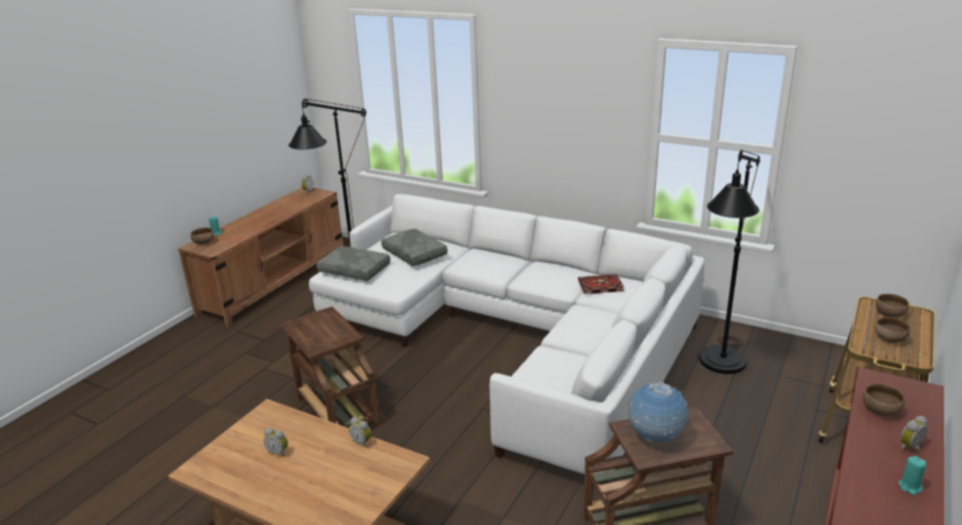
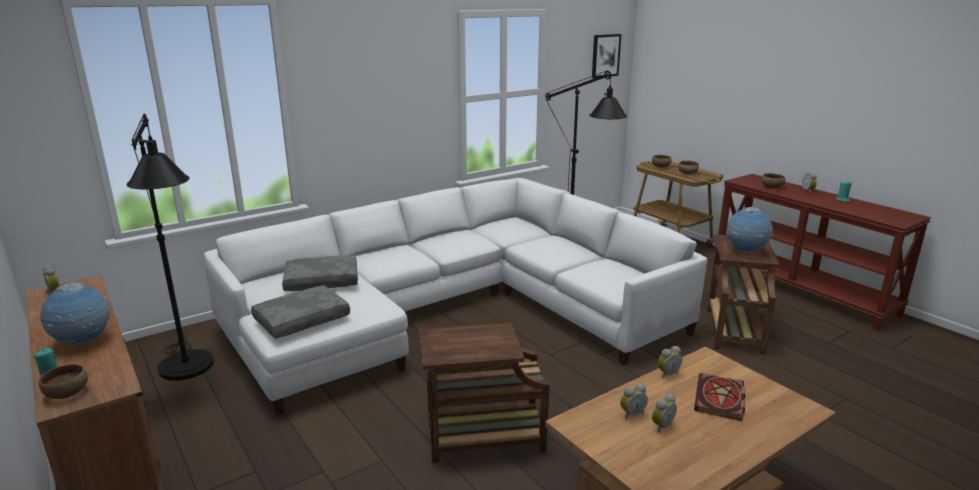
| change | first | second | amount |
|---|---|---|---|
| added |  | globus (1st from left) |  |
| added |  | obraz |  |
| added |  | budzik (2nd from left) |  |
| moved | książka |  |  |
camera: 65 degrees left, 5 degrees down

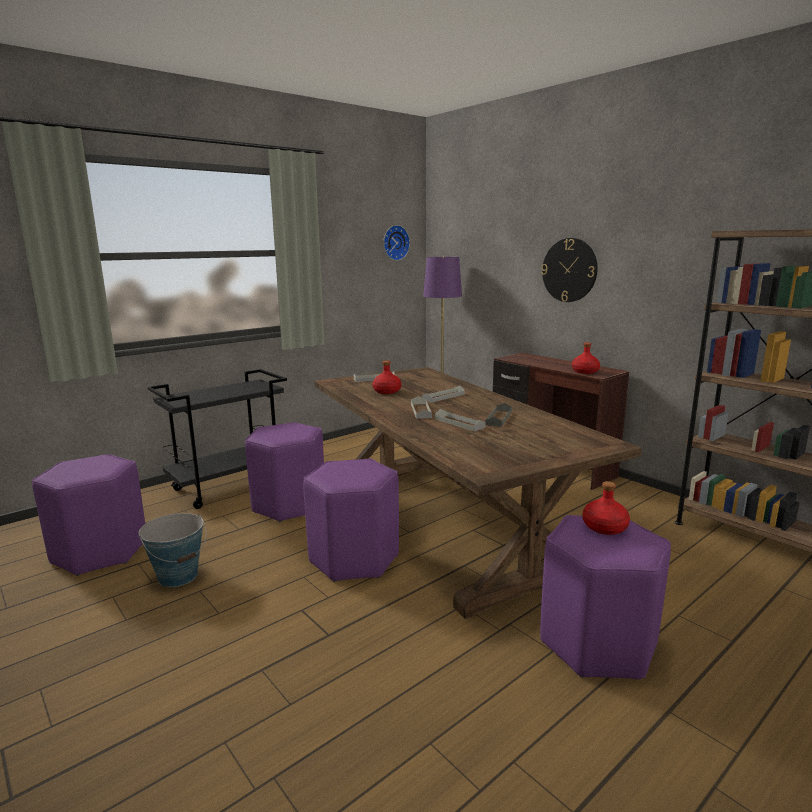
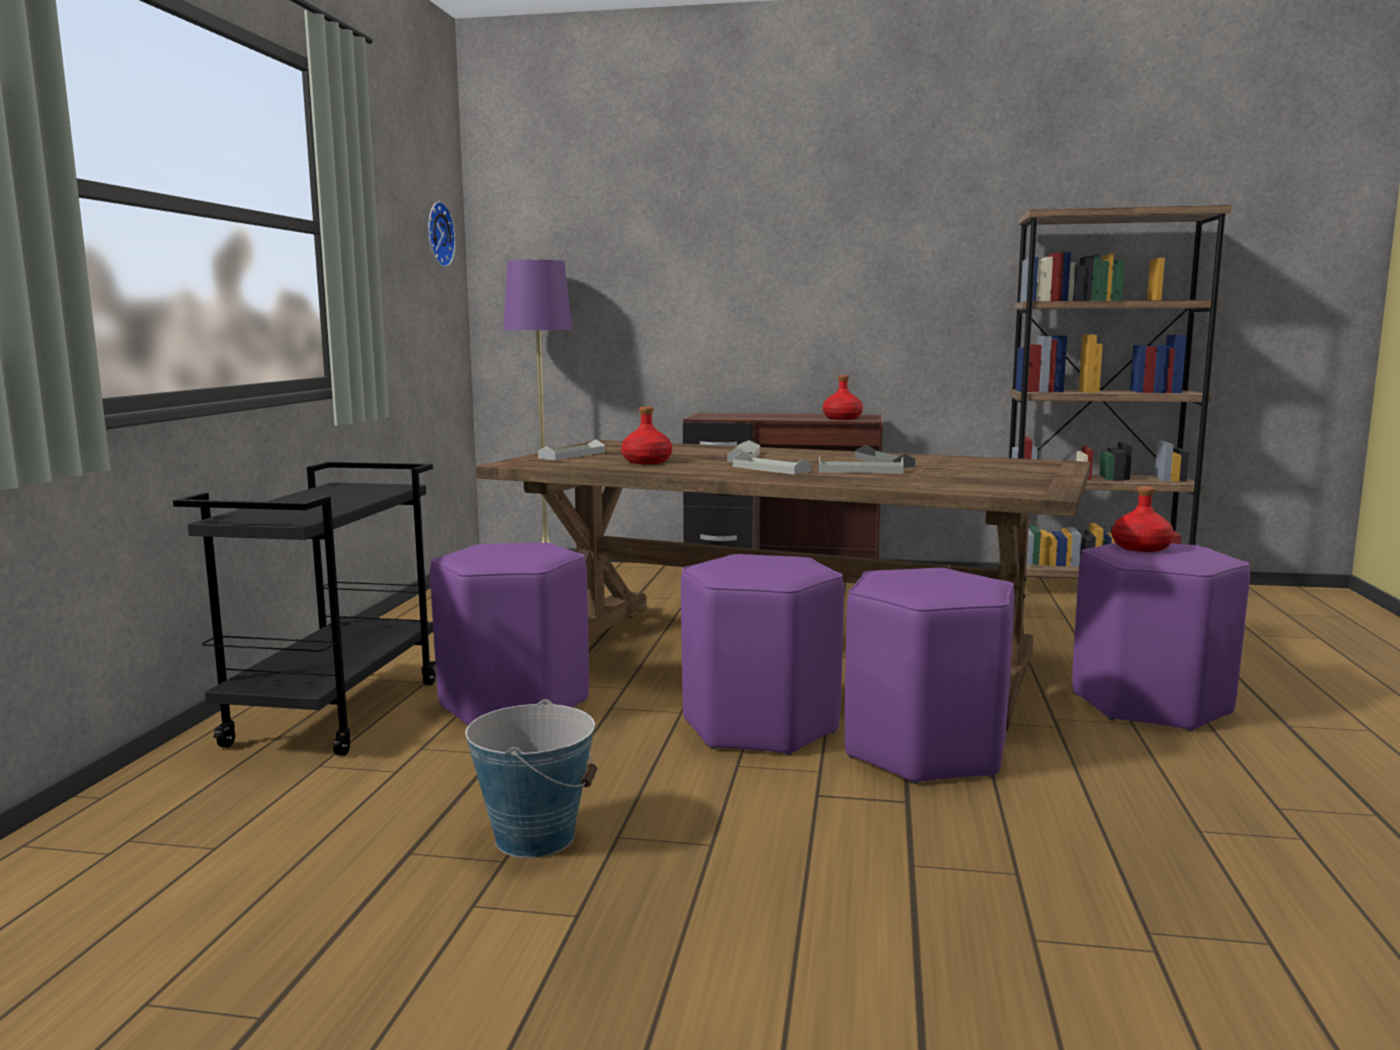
| change | first | second | amount |
|---|---|---|---|
| moved | stołek/fioletowy (1st from left in the first image) | stołek/fioletowy (3rd from left) |  |
| removed | zegar ścienny (2nd from left) |  |  |
camera: 40 degrees left, 5 degrees down

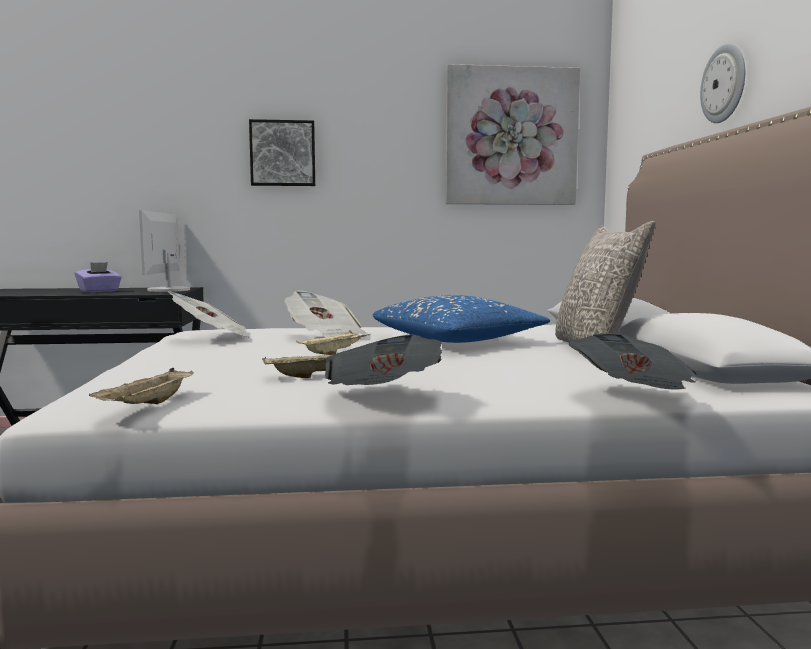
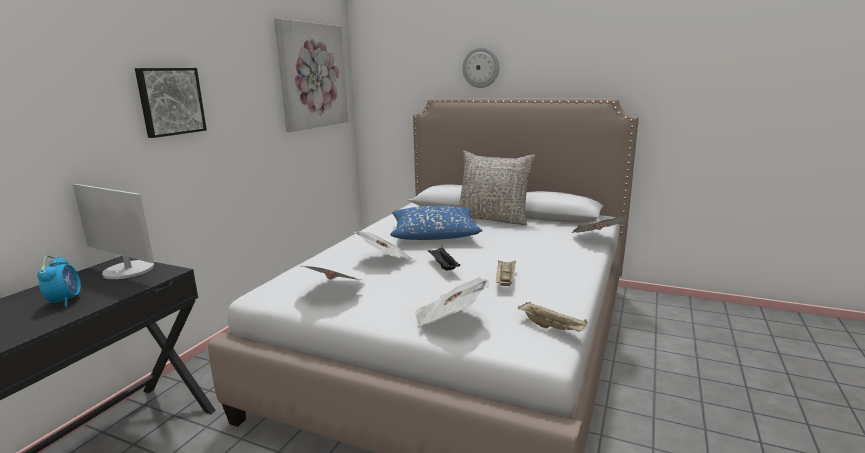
| change | first | second | amount |
|---|---|---|---|
| replaced | pudełko chusteczek/fioletowy | budzik |  |
| moved | gazeta (3rd from left) |  |  |
| recoloured | taca/beżowy (3rd from left) | taca/czarny |  |
camera: 60 degrees left, 10 degrees up

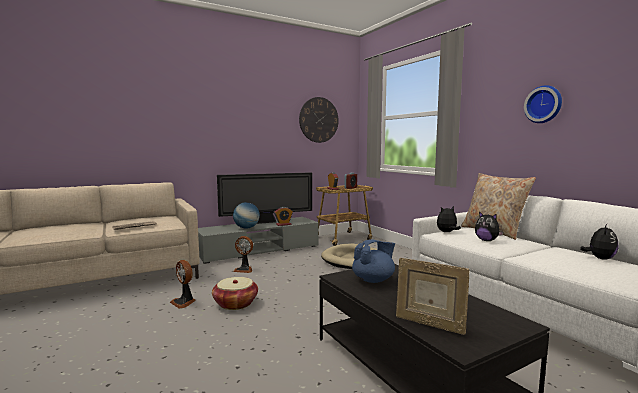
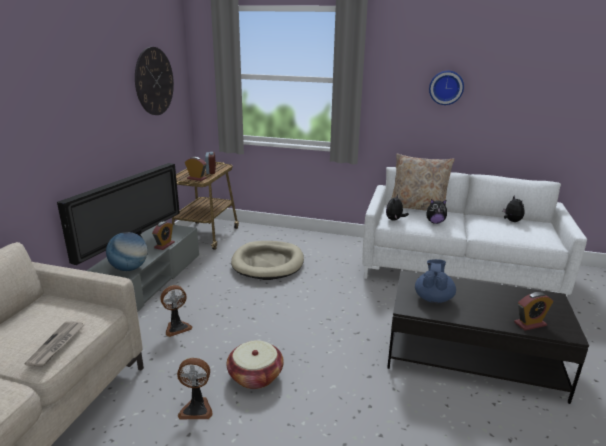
| change | first | second | amount |
|---|---|---|---|
| replaced | ramka na zdjęcie | budzik (4th from left) |  |
camera: 45 degrees left, 15 degrees up

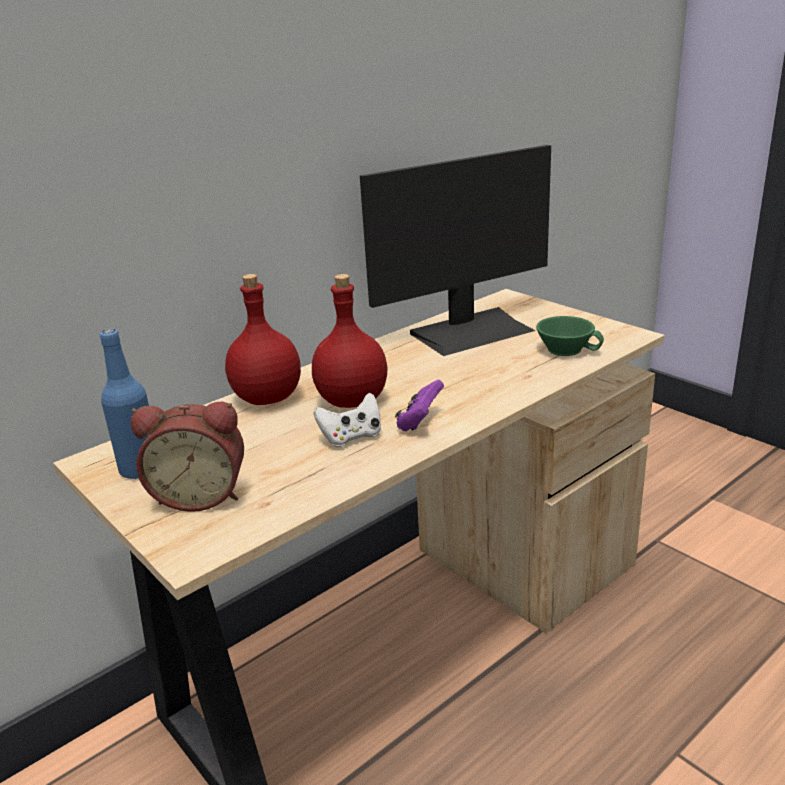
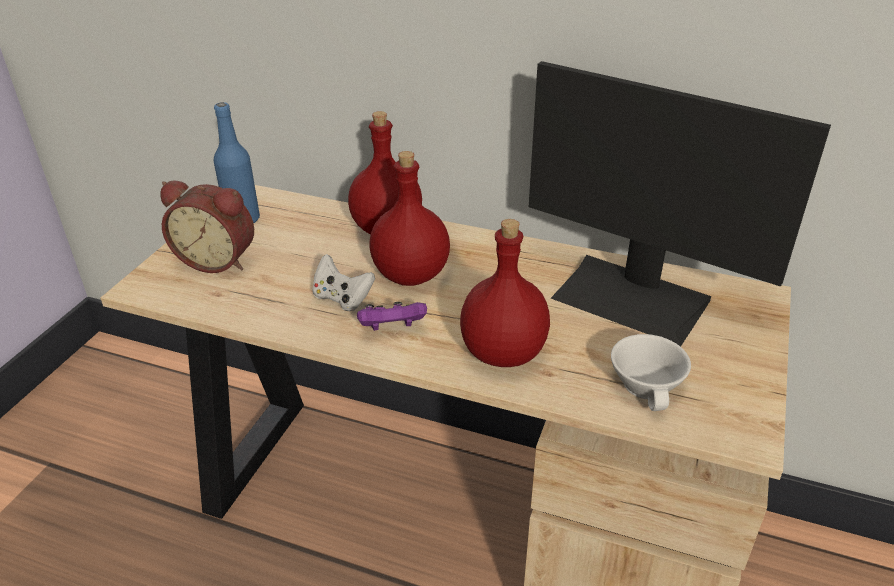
| change | first | second | amount |
|---|---|---|---|
| turned | budzik |  | 45 degrees counterclockwise |
| added |  | butelka/czerwony (3rd from left) |  |
| recoloured | filiżanka/zielony | filiżanka/biały |  |
camera: 60 degrees right, 10 degrees up

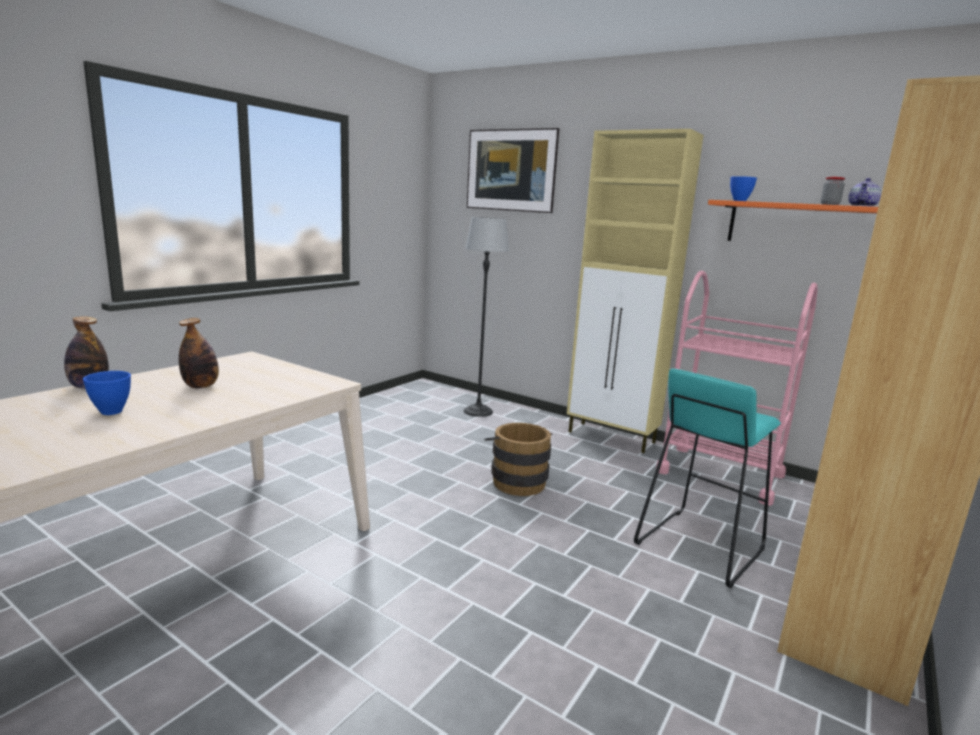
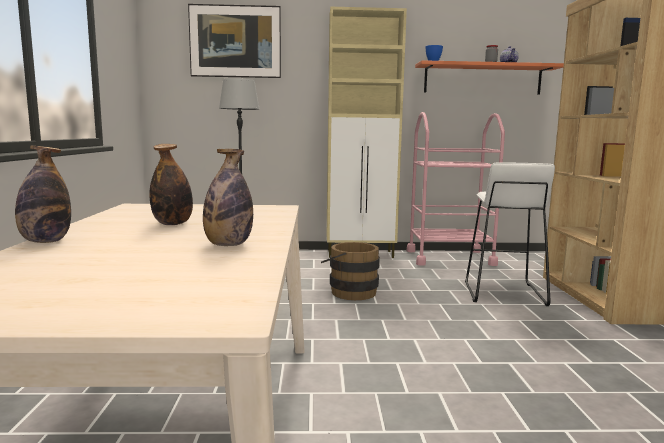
| change | first | second | amount |
|---|---|---|---|
| added |  | butelka (3rd from left) |  |
| recoloured | stołek/turkusowy | stołek/biały |  |
| removed | miska/niebieski (1st from left) |  |  |
camera: 35 degrees left, 5 degrees down

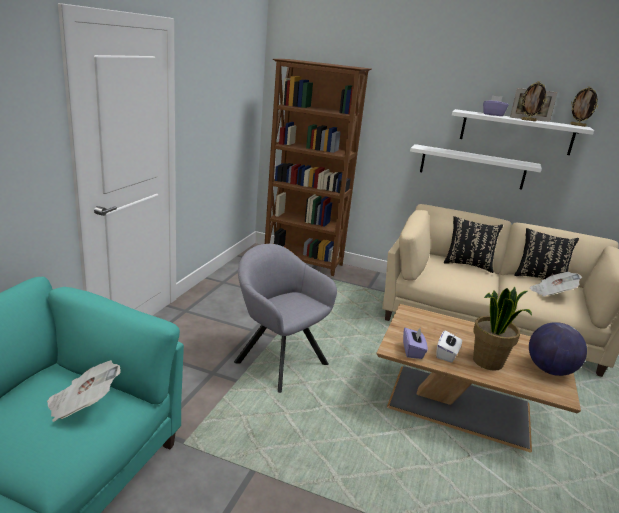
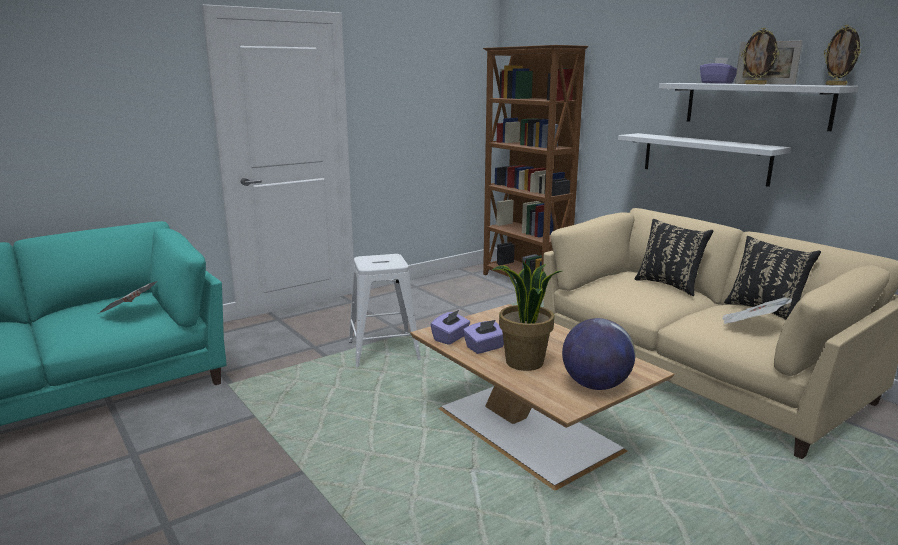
| change | first | second | amount |
|---|---|---|---|
| replaced | fotel/szary | stołek/biały |  |
| recoloured | pudełko chusteczek/biały | pudełko chusteczek/fioletowy (2nd from left) |  |
camera: 35 degrees right, 5 degrees down

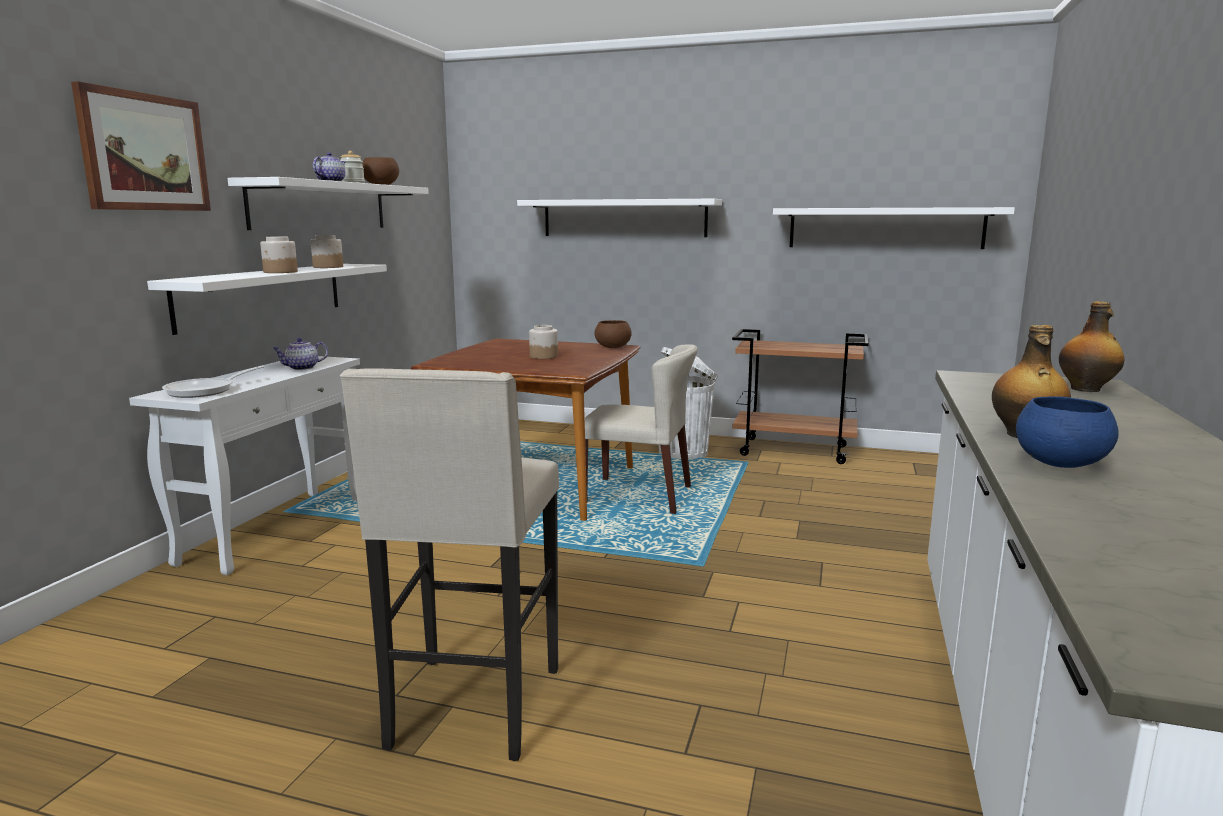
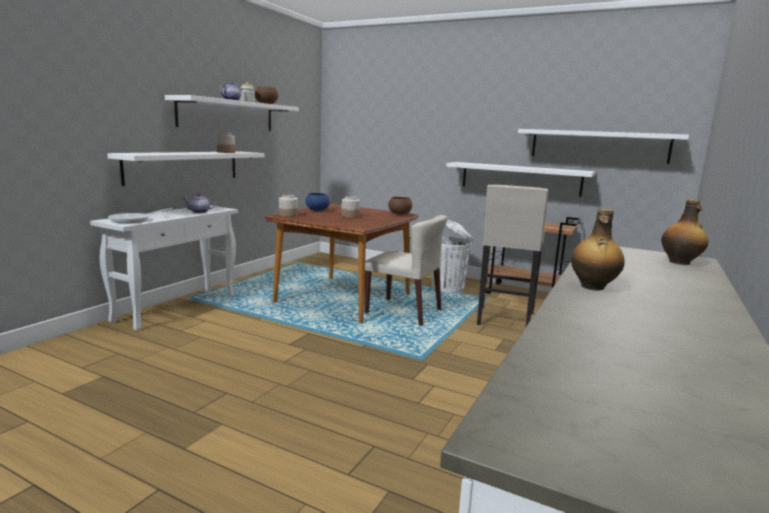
| change | first | second | amount |
|---|---|---|---|
| moved | słoik (1st from left in the first image) | słoik (3rd from left) |  |
| moved | miska/niebieski |  |  |
| moved | półka/biały (3rd from left) |  |  |
| moved | stołek/beżowy |  |  |
| removed | obraz |  |  |
camera: 10 degrees right, 0 degrees up

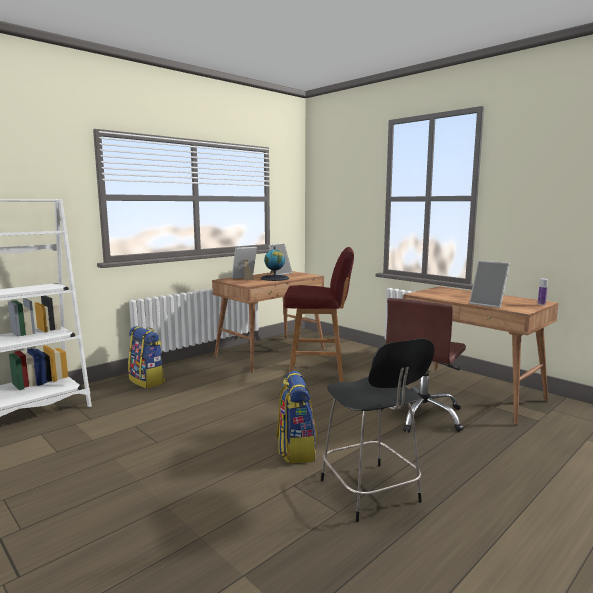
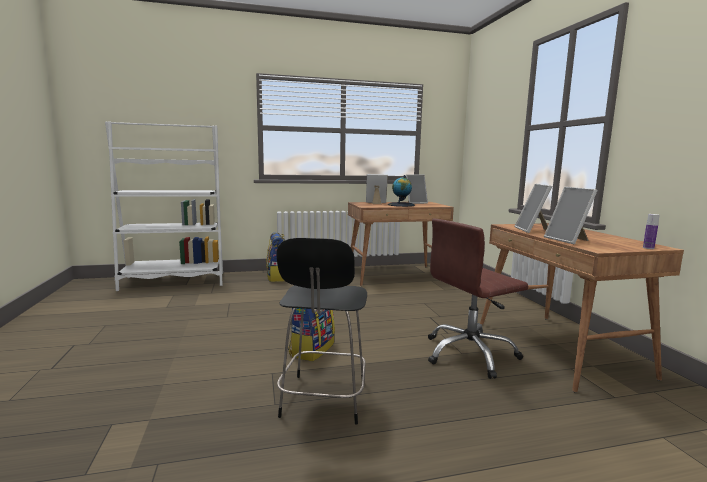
| change | first | second | amount |
|---|---|---|---|
| added |  | ramka na zdjęcie (3rd from left) |  |
| removed | stołek/czerwony |  |  |
camera: 30 degrees right, 0 degrees up

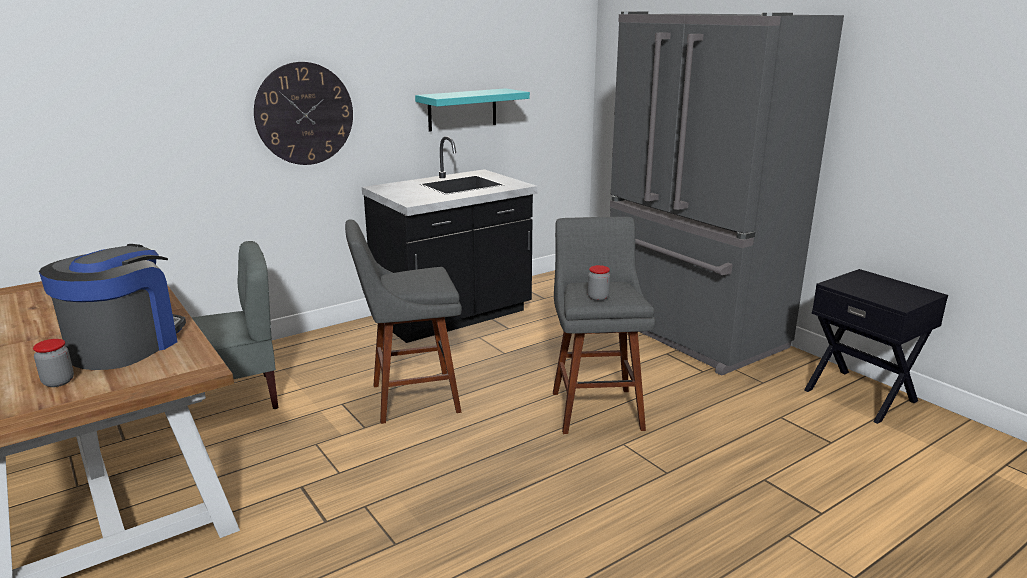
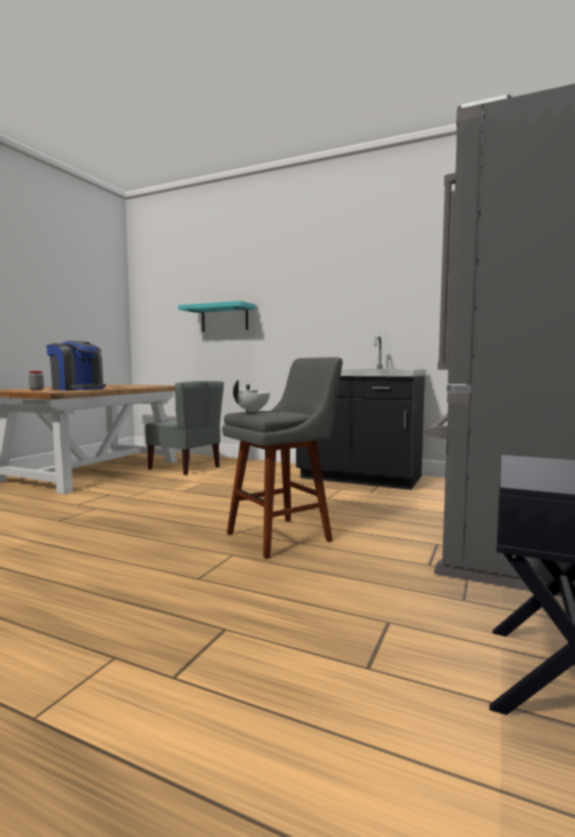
| change | first | second | amount |
|---|---|---|---|
| turned | ekspres do kawy |  | 45 degrees clockwise |
| moved | półka/turkusowy |  |  |
| replaced | słoik (2nd from left) | imbryk/biały |  |
| removed | zegar ścienny |  |  |
| removed | stołek/szary (1st from left) |  |  |
camera: 60 degrees right, 15 degrees down

